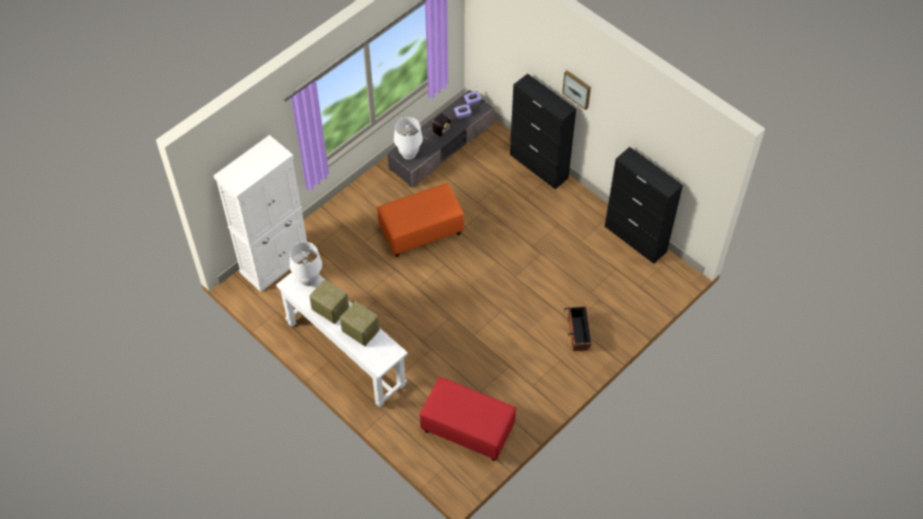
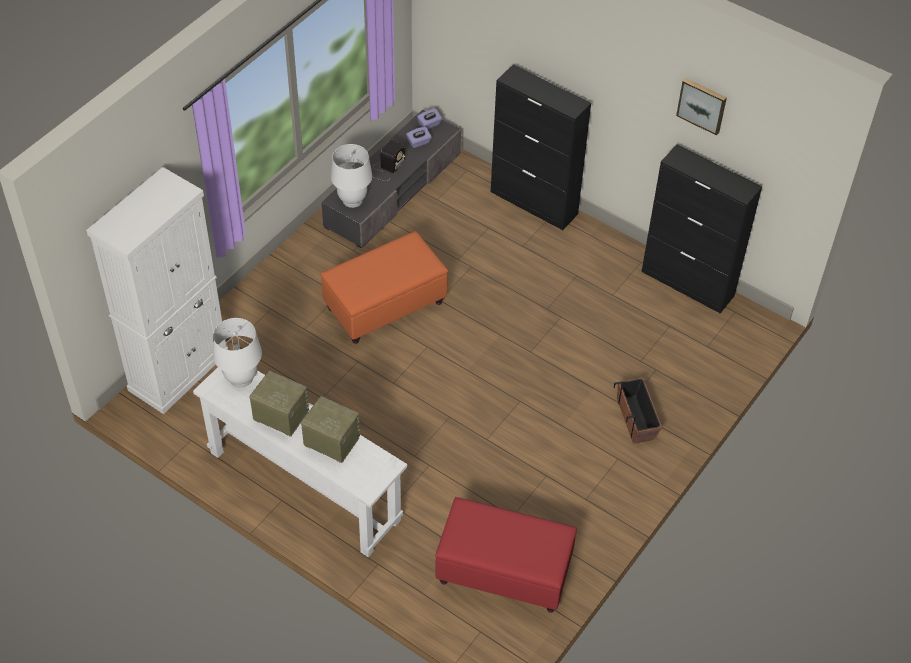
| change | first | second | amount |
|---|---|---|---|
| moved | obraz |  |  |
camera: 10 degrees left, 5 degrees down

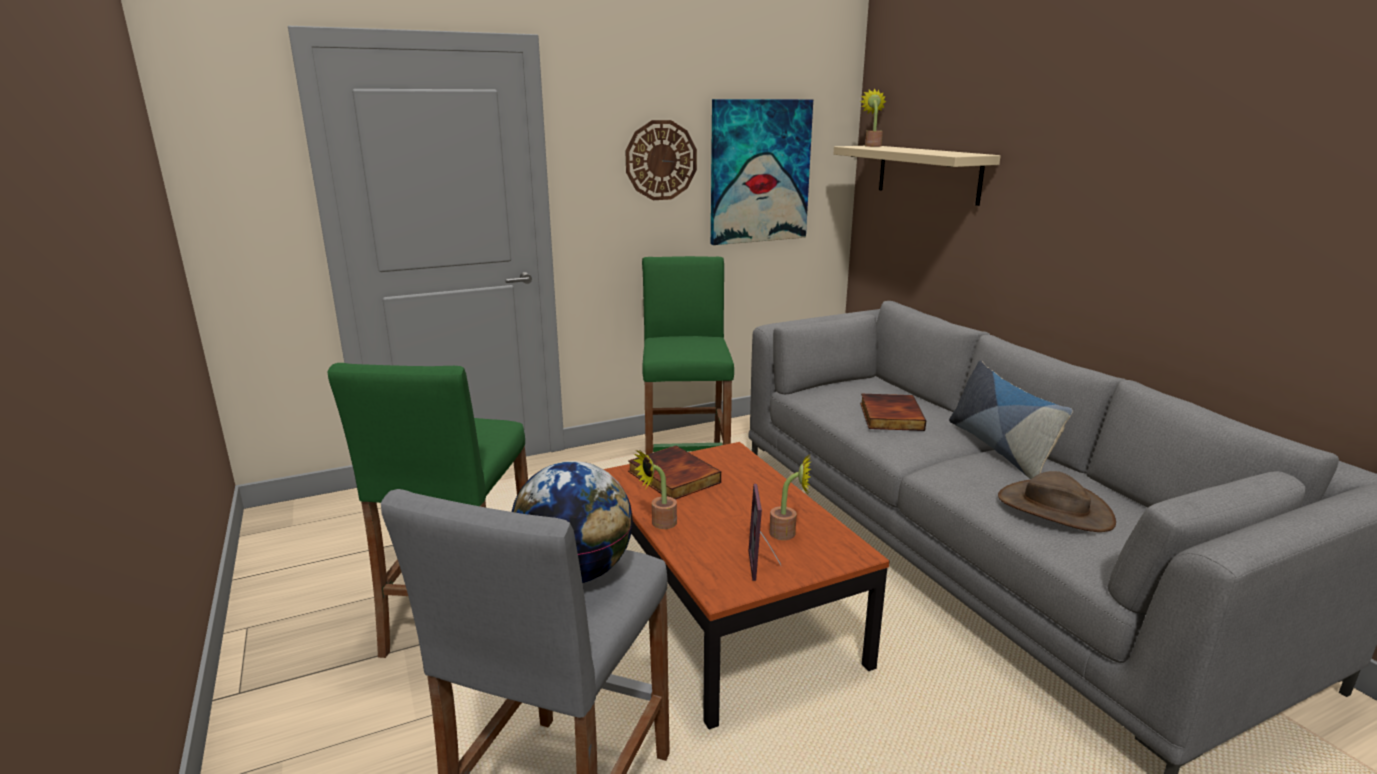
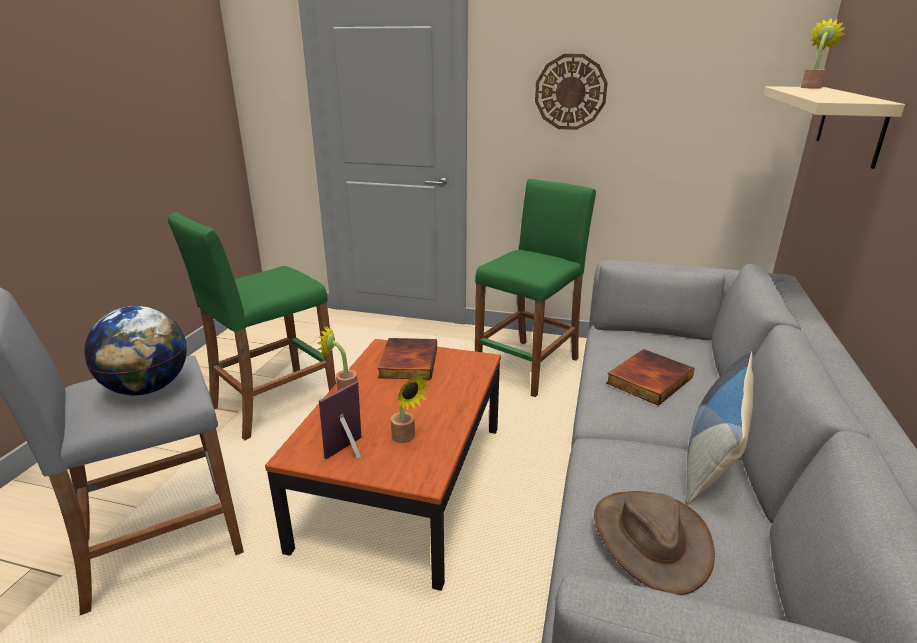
| change | first | second | amount |
|---|---|---|---|
| removed | obraz |  |  |
camera: 40 degrees right, 5 degrees up

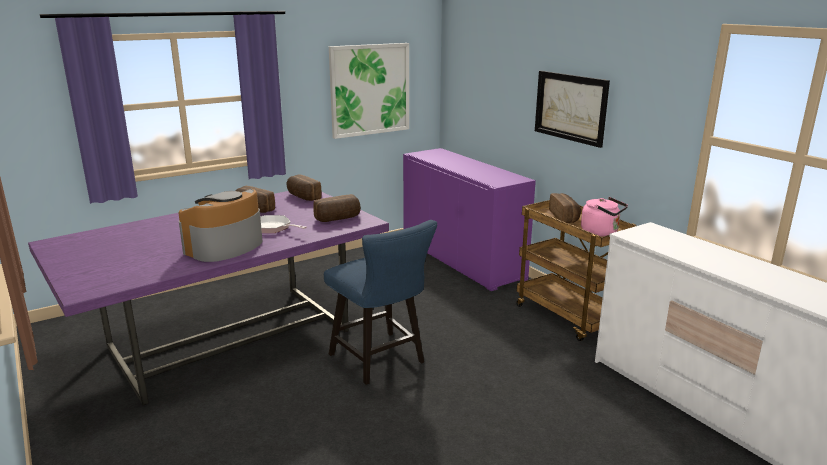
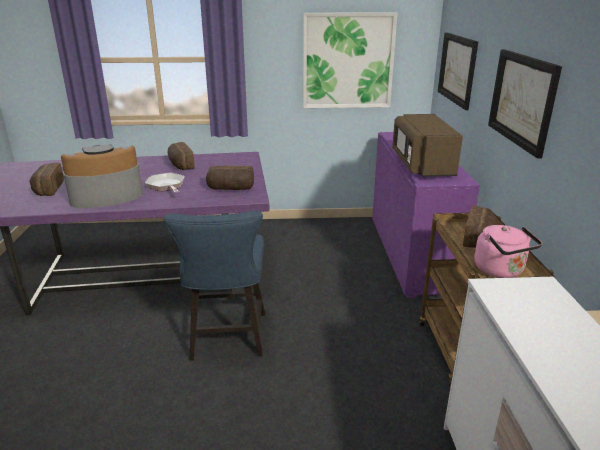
| change | first | second | amount |
|---|---|---|---|
| moved | chleb (2nd from left in the first image) | chleb (1st from left) |  |
| added |  | mikrofalówka/brązowy |  |
| added |  | obraz (2nd from left) |  |
camera: 30 degrees right, 5 degrees up

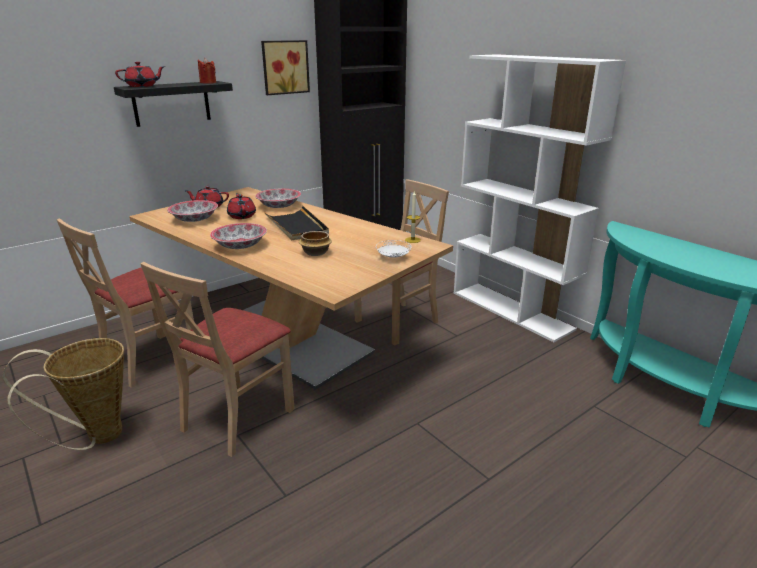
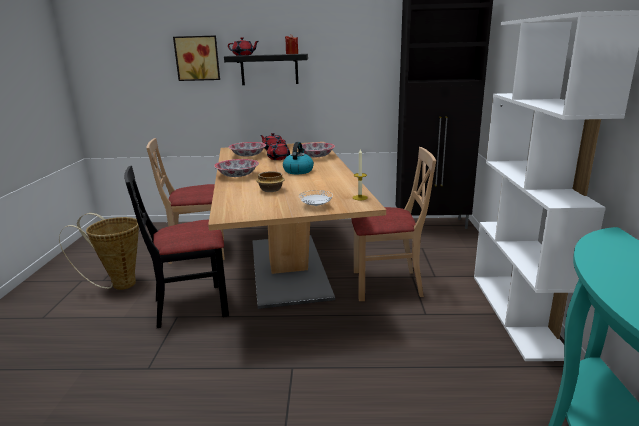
| change | first | second | amount |
|---|---|---|---|
| recoloured | krzesło/beżowy (2nd from left) | krzesło/czarny |  |
| moved | obraz |  |  |
| replaced | taca/czarny | czajnik |  |
camera: 40 degrees right, 5 degrees down

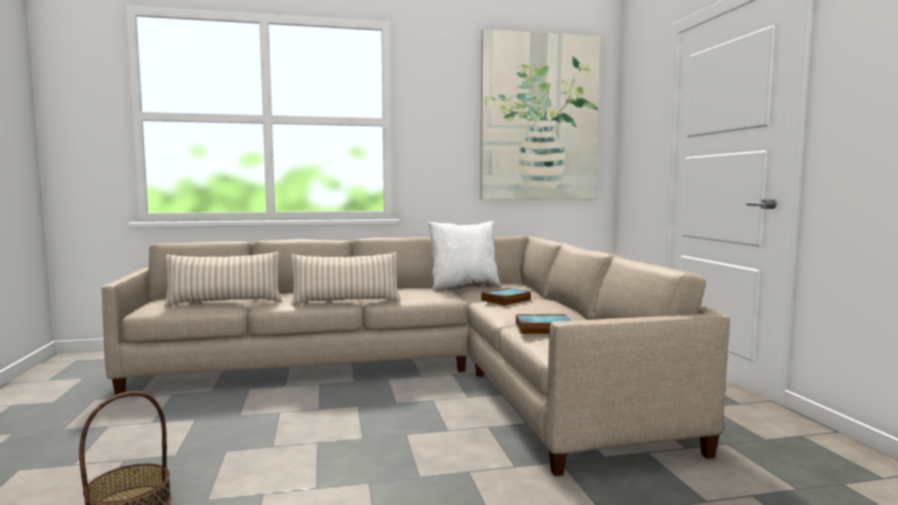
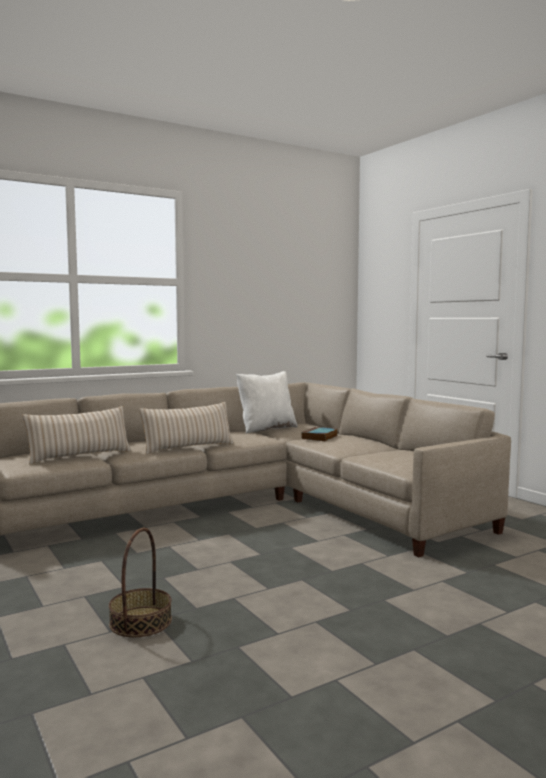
| change | first | second | amount |
|---|---|---|---|
| removed | obraz |  |  |
| removed | książka (2nd from left) |  |  |
camera: 20 degrees left, 0 degrees up

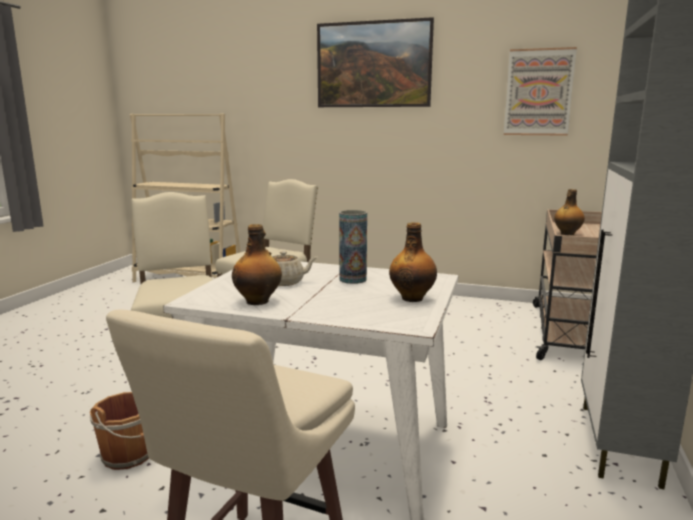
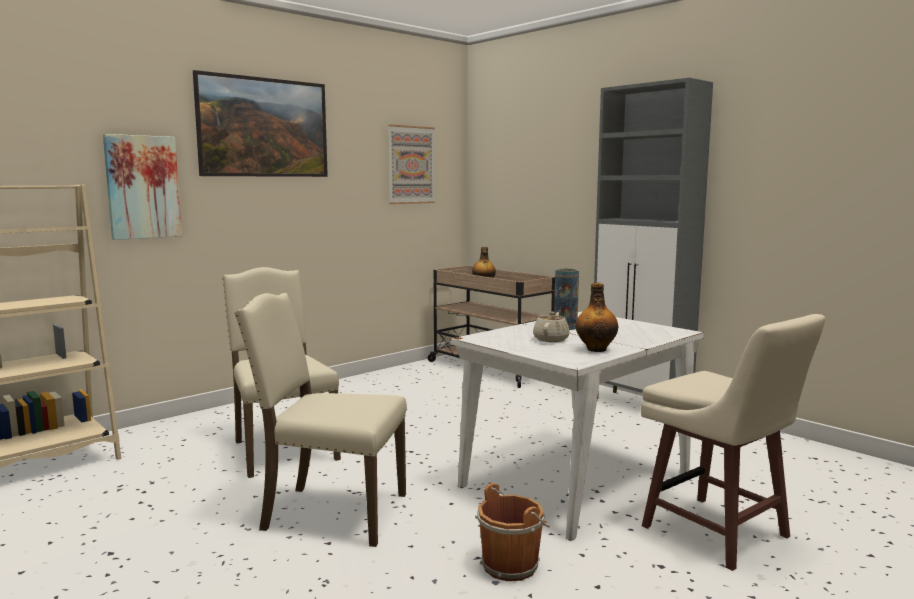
| change | first | second | amount |
|---|---|---|---|
| added |  | obraz (1st from left) |  |
| removed | butelka (2nd from left) |  |  |
camera: 60 degrees left, 5 degrees down

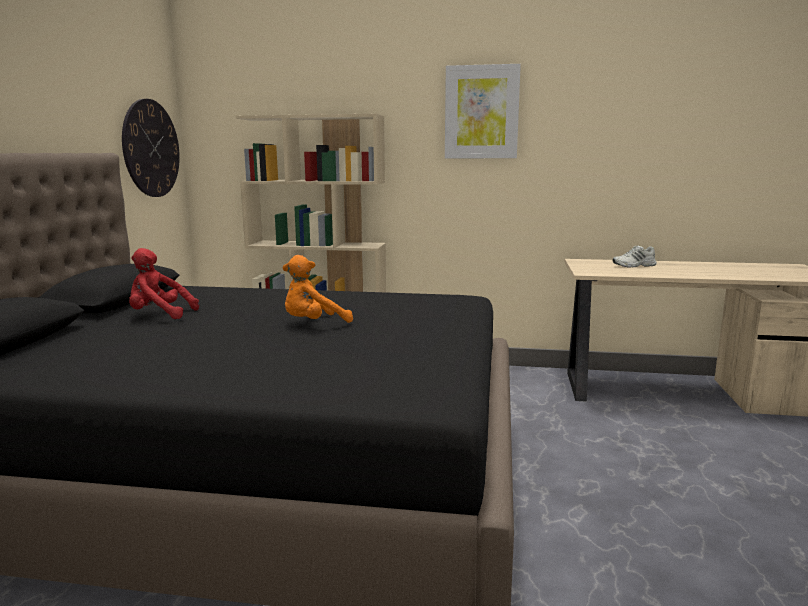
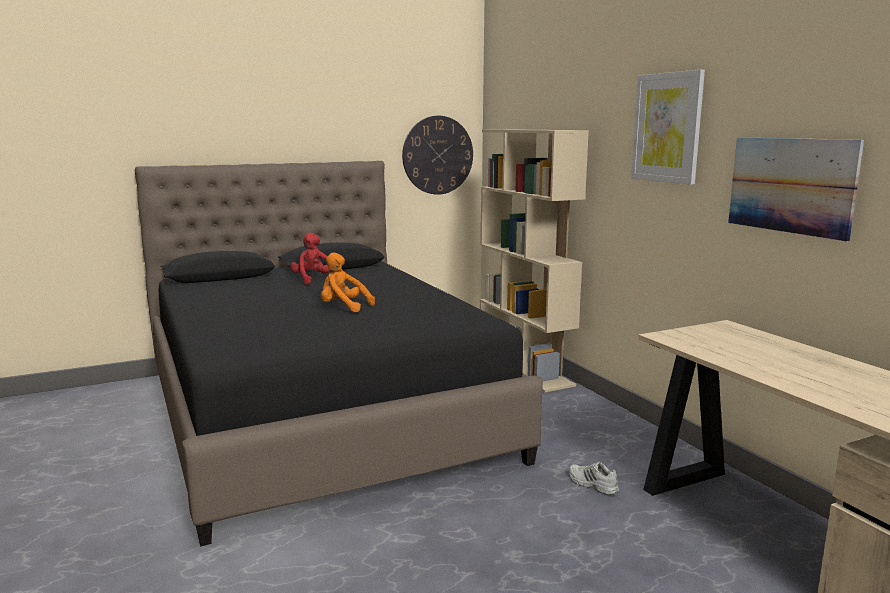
| change | first | second | amount |
|---|---|---|---|
| moved | but/biały |  |  |
| added |  | obraz (2nd from left) |  |
camera: 55 degrees right, 0 degrees up

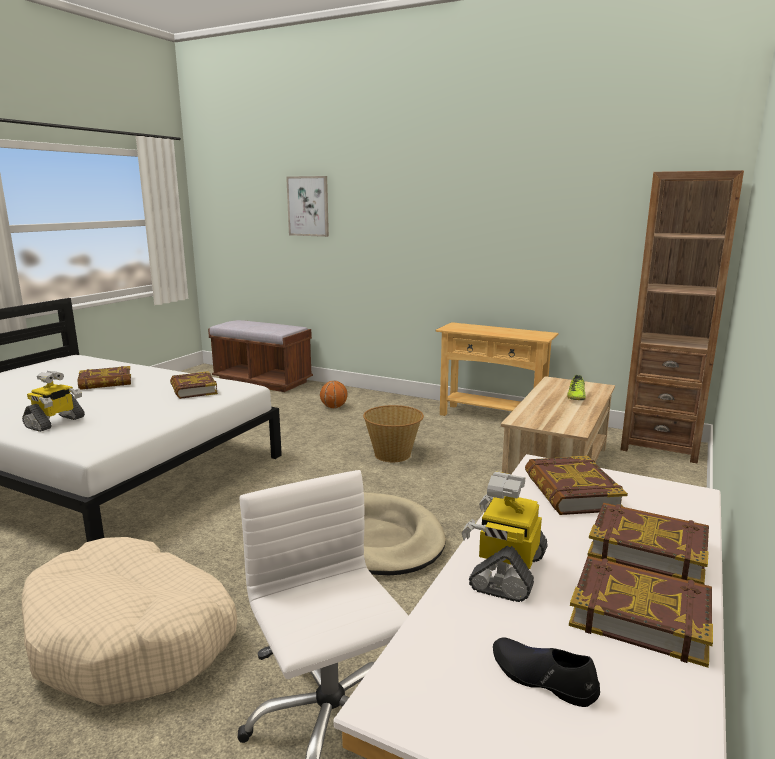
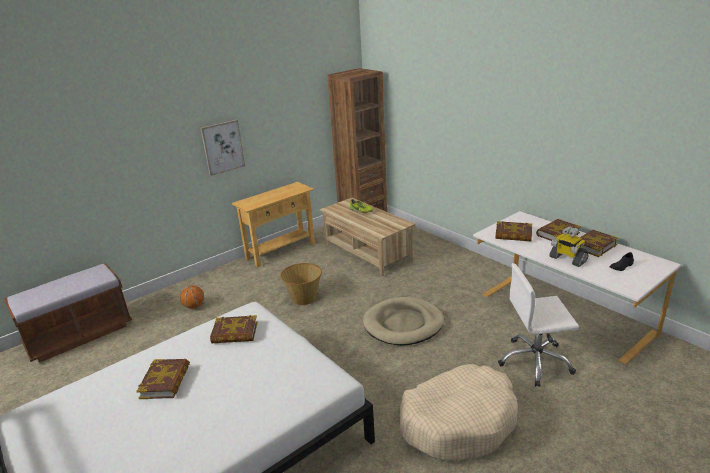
| change | first | second | amount |
|---|---|---|---|
| moved | obraz |  |  |
| removed | robot zabawkowy (1st from left) |  |  |
camera: 65 degrees left, 10 degrees up

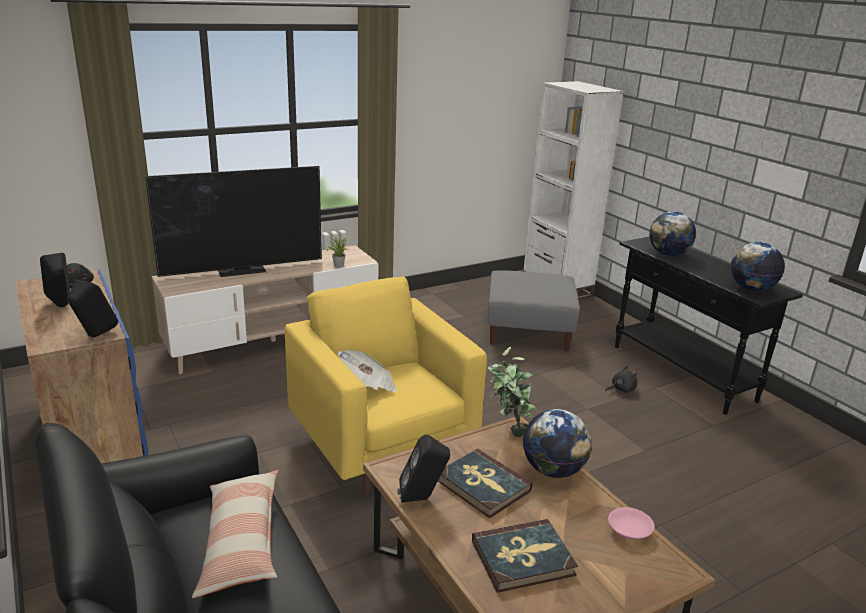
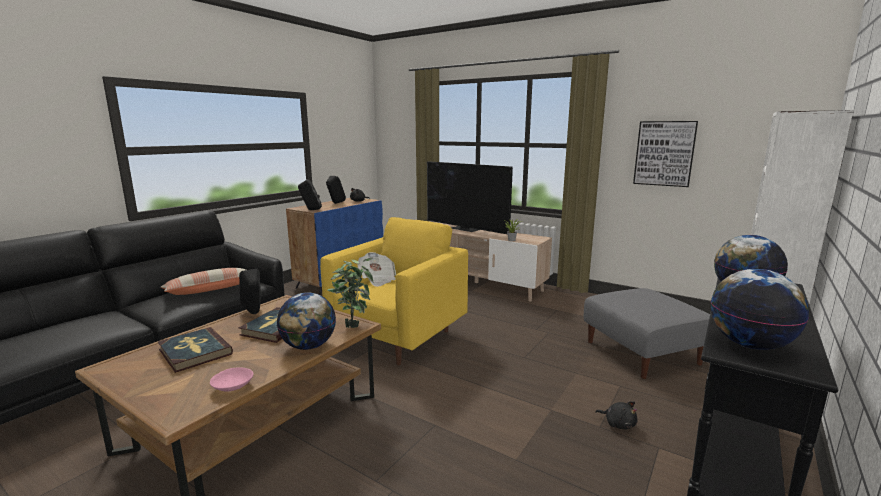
| change | first | second | amount |
|---|---|---|---|
| added |  | obraz |  |
camera: 65 degrees right, 10 degrees down

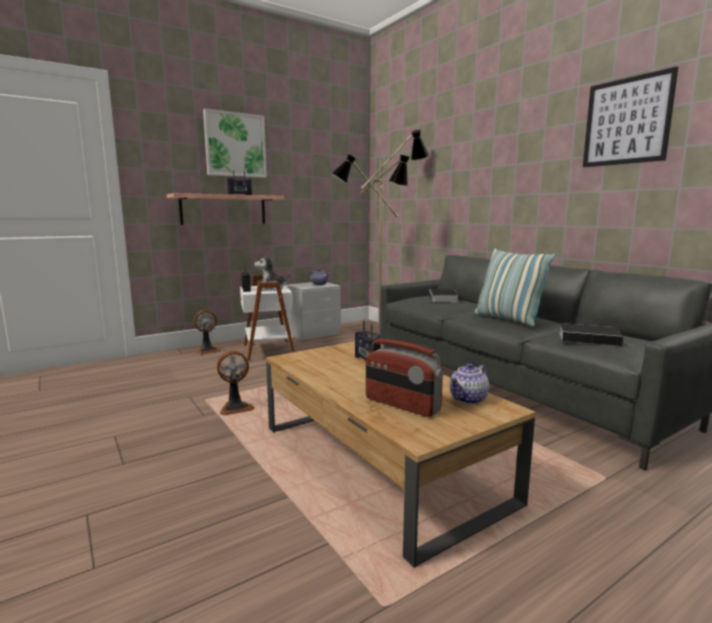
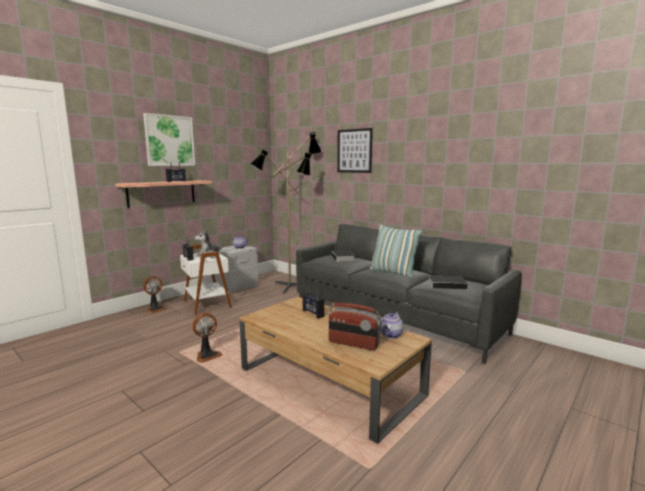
| change | first | second | amount |
|---|---|---|---|
| moved | obraz (2nd from left) |  |  |
camera: 15 degrees left, 0 degrees up

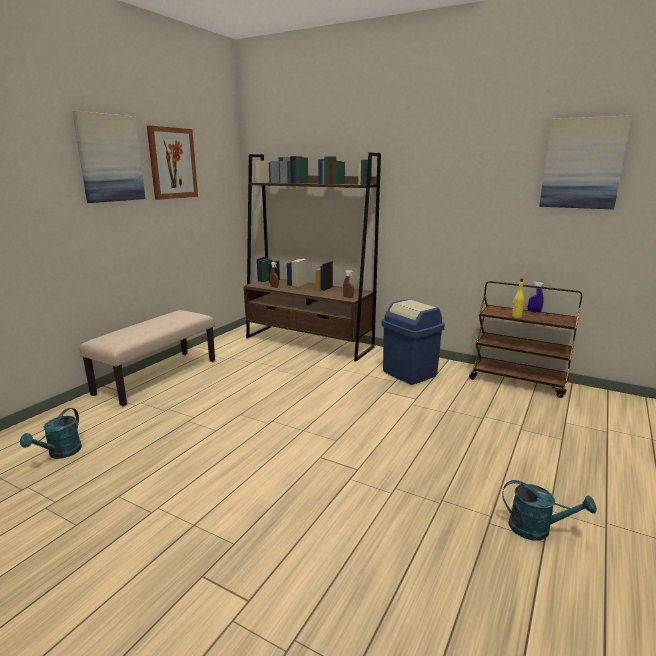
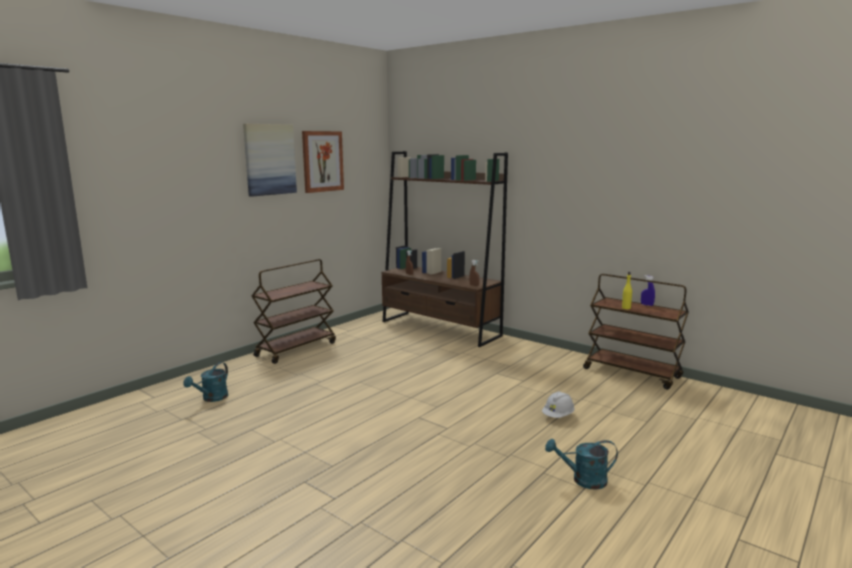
| change | first | second | amount |
|---|---|---|---|
| replaced | ławka/beżowy | wózek/brązowy (1st from left) |  |
| added |  | kask/biały |  |
| turned | konewka/turkusowy (2nd from left) |  | 150 degrees clockwise |
| removed | kosz na śmieci/niebieski |  |  |
| removed | obraz (3rd from left) |  |  |
camera: 10 degrees right, 5 degrees down

